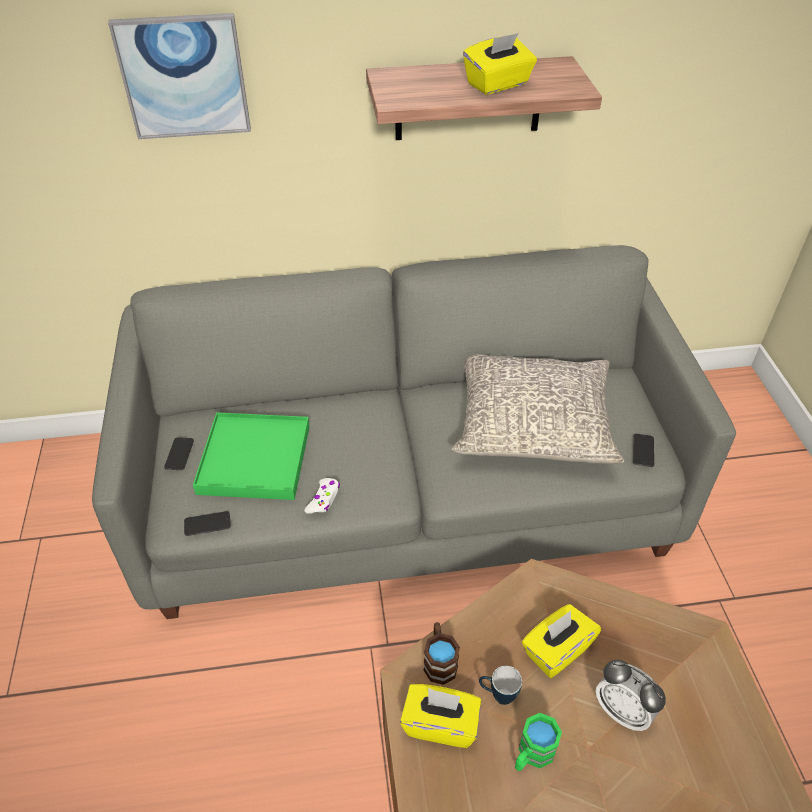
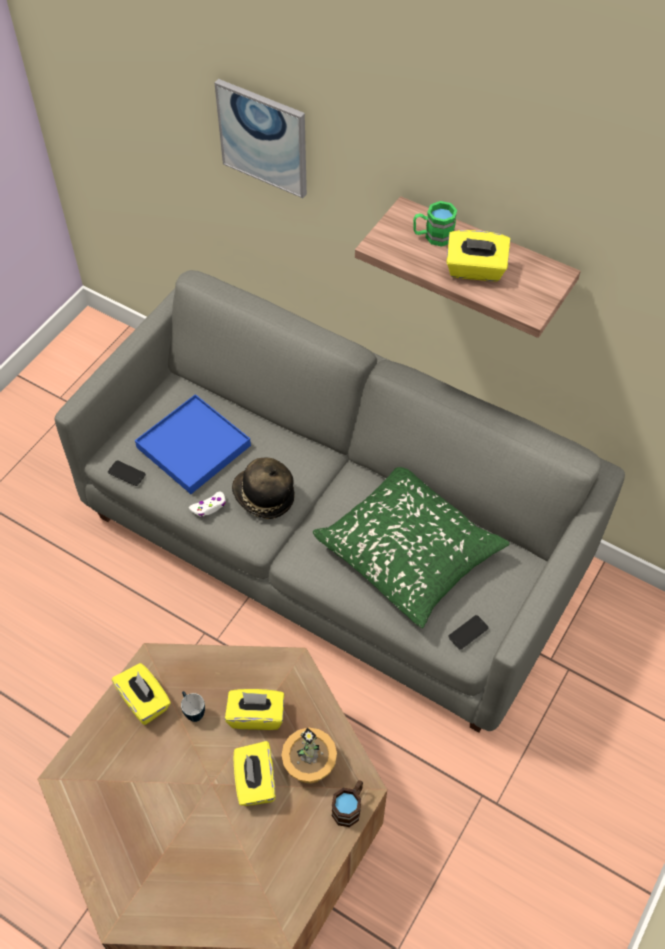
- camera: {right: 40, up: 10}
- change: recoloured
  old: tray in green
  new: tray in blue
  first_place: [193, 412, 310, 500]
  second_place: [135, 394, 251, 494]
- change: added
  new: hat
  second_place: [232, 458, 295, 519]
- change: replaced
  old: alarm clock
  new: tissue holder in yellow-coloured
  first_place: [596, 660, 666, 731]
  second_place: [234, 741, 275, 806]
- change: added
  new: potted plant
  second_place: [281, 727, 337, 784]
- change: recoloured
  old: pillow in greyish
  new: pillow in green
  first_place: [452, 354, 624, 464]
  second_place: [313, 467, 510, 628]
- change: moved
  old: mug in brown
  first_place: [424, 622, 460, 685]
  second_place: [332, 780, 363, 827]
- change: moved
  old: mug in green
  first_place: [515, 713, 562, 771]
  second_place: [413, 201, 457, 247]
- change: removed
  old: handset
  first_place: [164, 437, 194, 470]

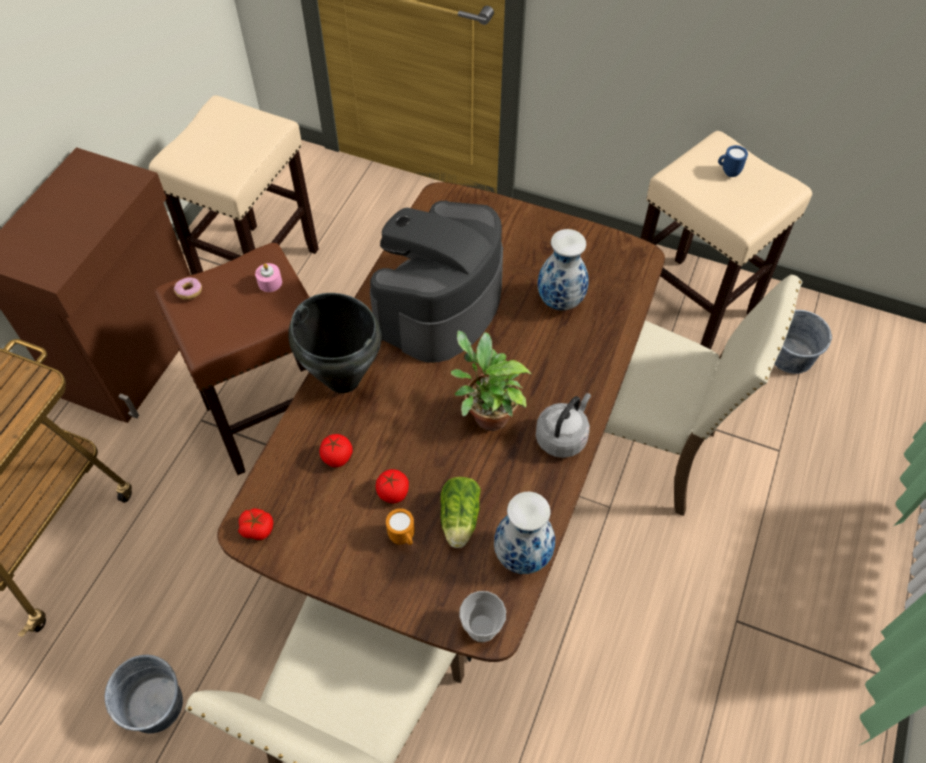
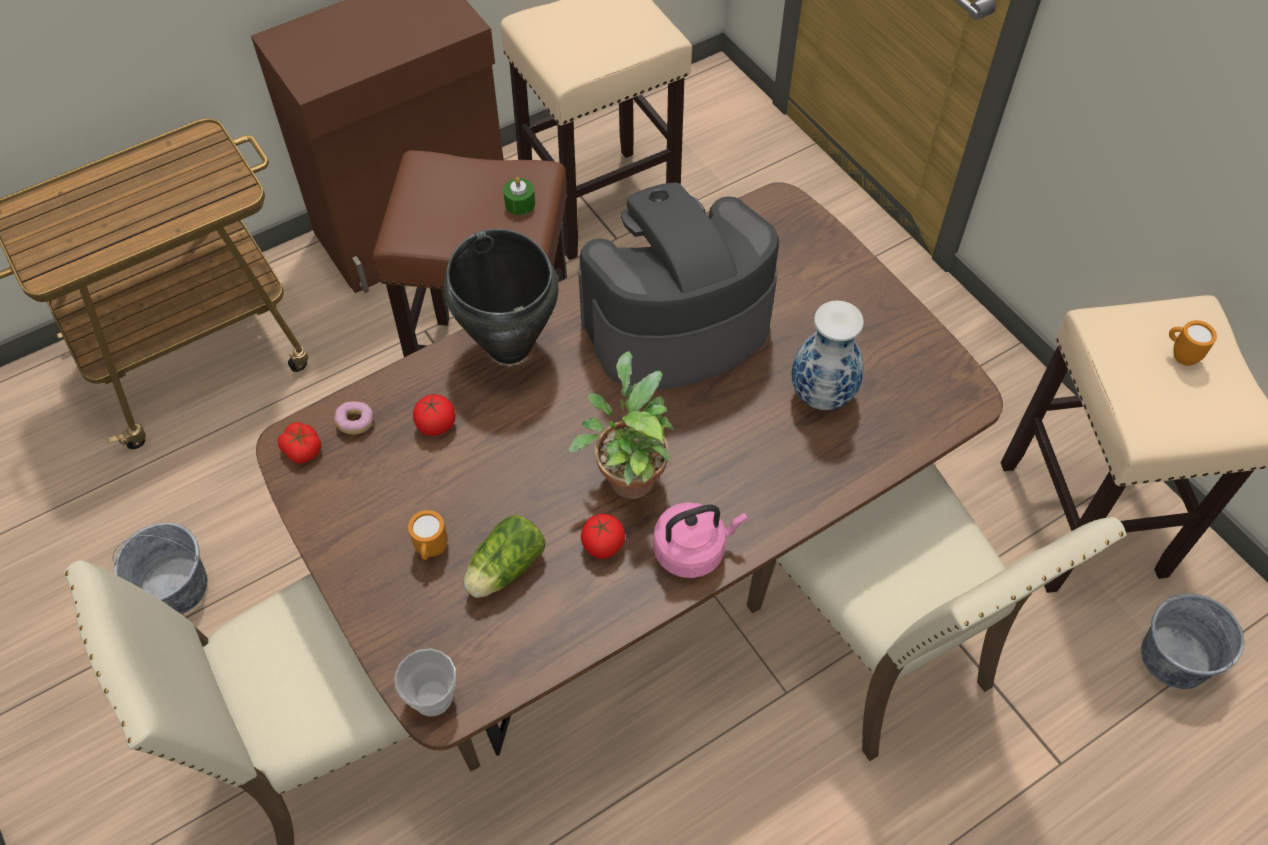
- camera: {right: 35, up: 0}
- change: moved
  old: ring doughnut
  first_place: [174, 277, 202, 299]
  second_place: [334, 401, 373, 435]
- change: recoloured
  old: candle in pinkish
  new: candle in green
  first_place: [255, 263, 282, 292]
  second_place: [503, 177, 535, 215]
- change: moved
  old: fresh tomato
  first_place: [376, 469, 409, 503]
  second_place: [581, 514, 625, 559]
- change: recoloured
  old: kettle in greyish
  new: kettle in pinkish
  first_place: [536, 393, 591, 458]
  second_place: [653, 502, 748, 578]
- change: recoloured
  old: mug in blue
  new: mug in orangey
  first_place: [718, 145, 748, 177]
  second_place: [1169, 320, 1217, 366]
- change: removed
  old: vase
  first_place: [494, 492, 555, 574]

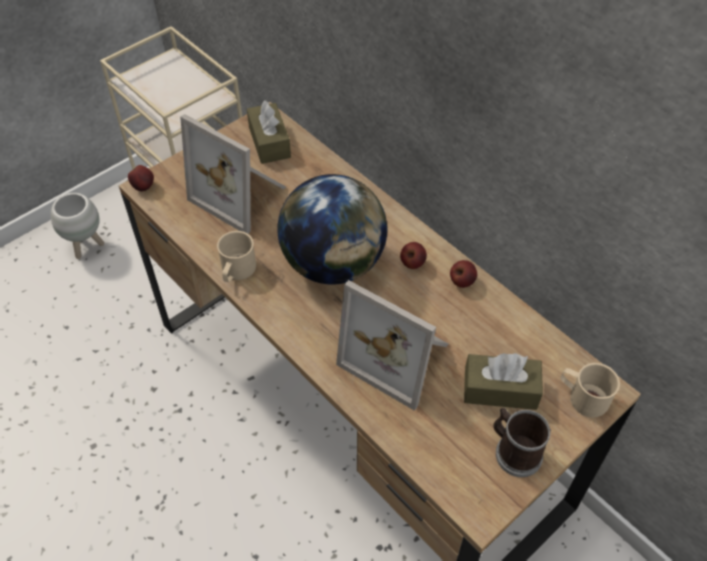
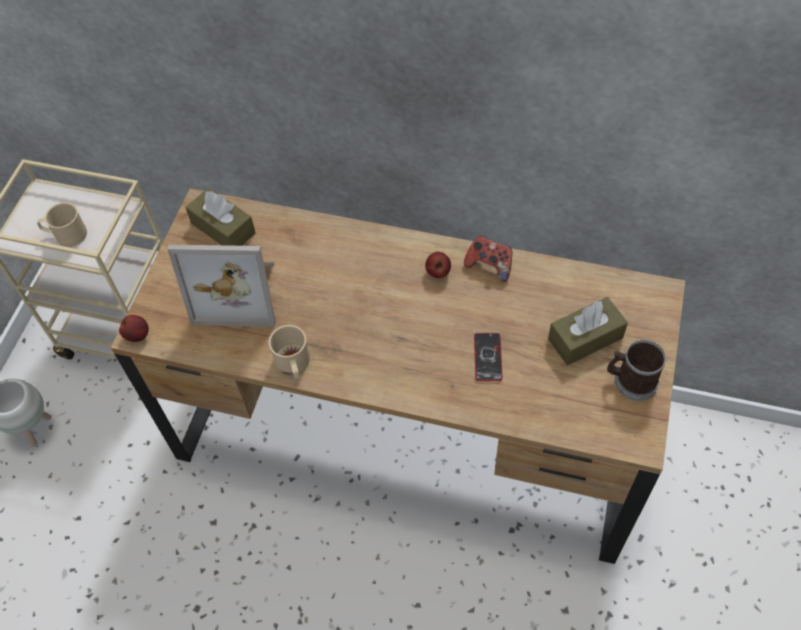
- camera: {right: -30, up: 5}
- change: moved
  old: mug in beige
  first_place: [561, 363, 620, 417]
  second_place: [37, 202, 87, 247]
- change: replaced
  old: apple
  new: game controller
  first_place: [450, 260, 477, 288]
  second_place: [464, 236, 512, 282]
- change: replaced
  old: picture frame
  new: handset
  first_place: [336, 280, 448, 411]
  second_place: [474, 333, 503, 381]
- change: removed
  old: world globe
  first_place: [277, 174, 387, 285]

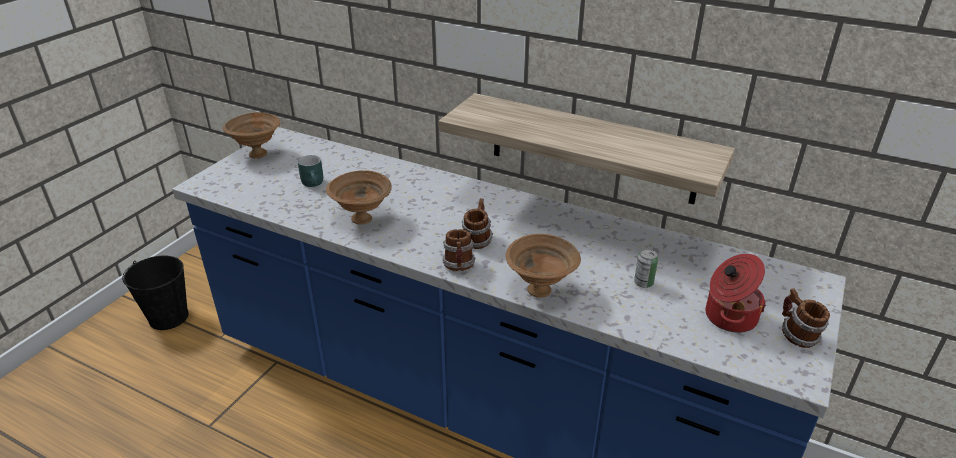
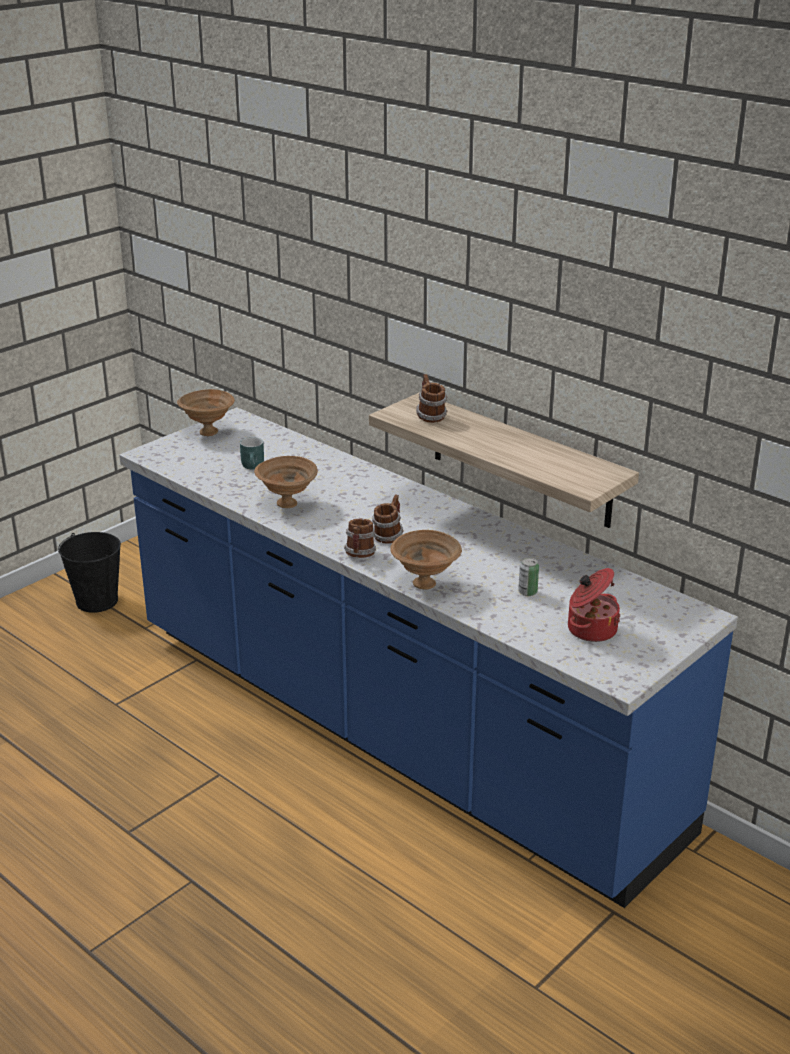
- camera: {right: 15, up: -5}
- change: moved
  old: mug
  first_place: [782, 288, 830, 348]
  second_place: [416, 374, 447, 423]

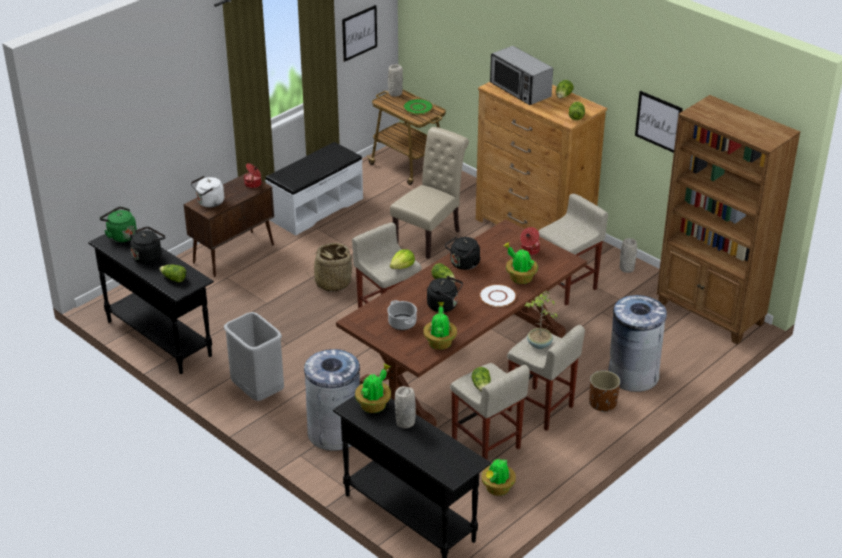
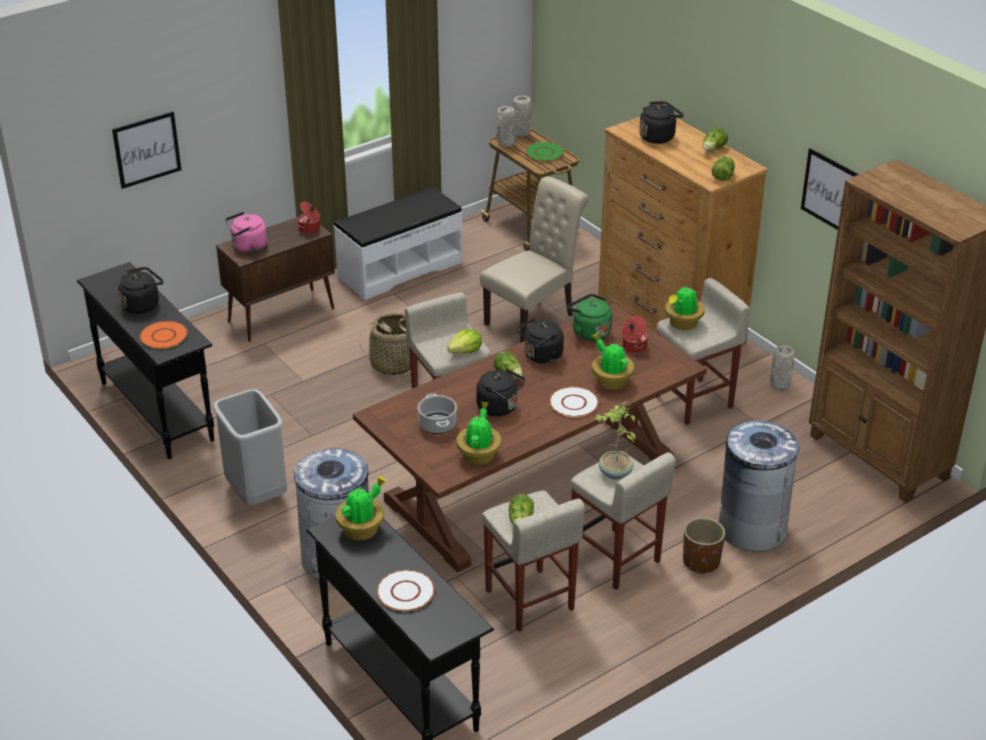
- camera: {right: 10, up: 0}
- change: moved
  old: wall picture
  first_place: [342, 5, 377, 62]
  second_place: [112, 111, 181, 189]
- change: replaced
  old: head of lettuce
  new: flat dish in orangey
  first_place: [159, 265, 186, 282]
  second_place: [139, 321, 188, 349]
- change: recoloured
  old: kettle in whitish
  new: kettle in pinkish
  first_place: [191, 176, 224, 208]
  second_place: [225, 212, 267, 253]
- change: added
  new: flat dish in whitish
  second_place: [376, 570, 435, 611]
- change: moved
  old: vase in greyish
  first_place: [395, 386, 416, 428]
  second_place: [497, 106, 516, 147]
- change: moved
  old: kettle in green
  first_place: [100, 206, 137, 243]
  second_place: [566, 294, 612, 341]
- change: replaced
  old: kitchen microwave
  new: kettle in blackish
  first_place: [490, 46, 553, 105]
  second_place: [639, 101, 684, 144]
- change: moved
  old: potted plant
  first_place: [481, 459, 516, 496]
  second_place: [665, 287, 705, 330]

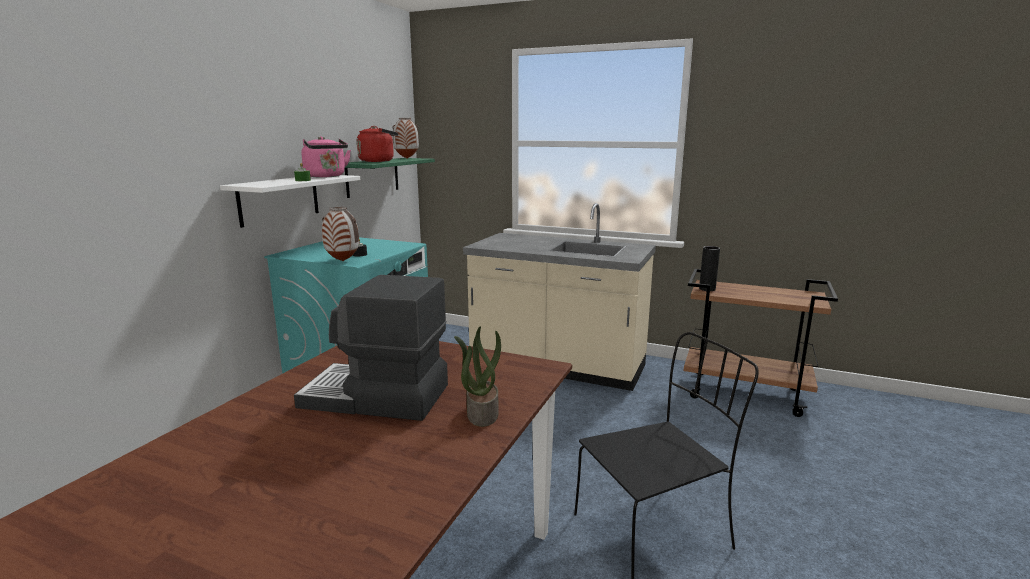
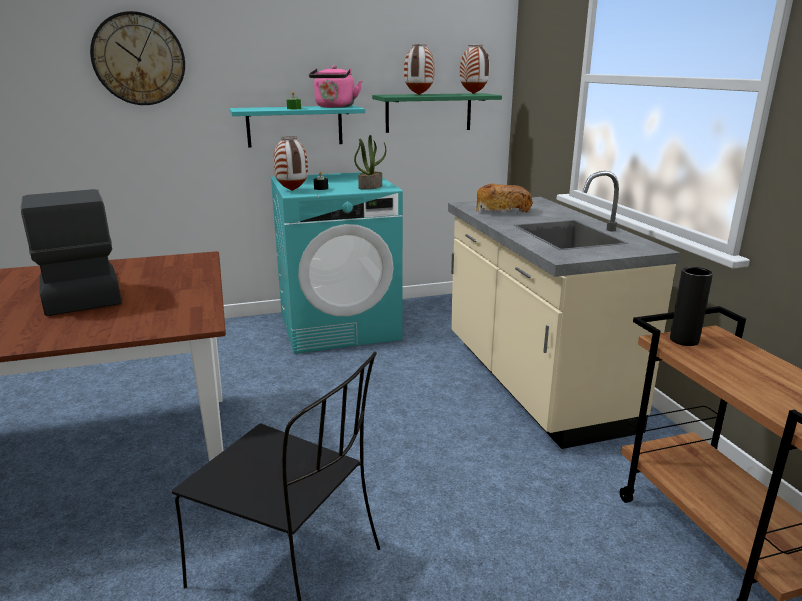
- camera: {right: 50, up: 5}
- change: added
  new: hanging clock
  second_place: [90, 11, 185, 105]
- change: recoloured
  old: bracket shelf in whitish
  new: bracket shelf in turquoise
  first_place: [220, 175, 361, 228]
  second_place: [230, 106, 366, 148]
- change: moved
  old: potted plant
  first_place: [454, 326, 501, 427]
  second_place: [354, 135, 386, 190]
- change: replaced
  old: kettle in red
  new: vase
  first_place: [357, 126, 398, 162]
  second_place: [404, 44, 435, 95]
- change: added
  new: bakery bread
  second_place: [476, 184, 533, 215]

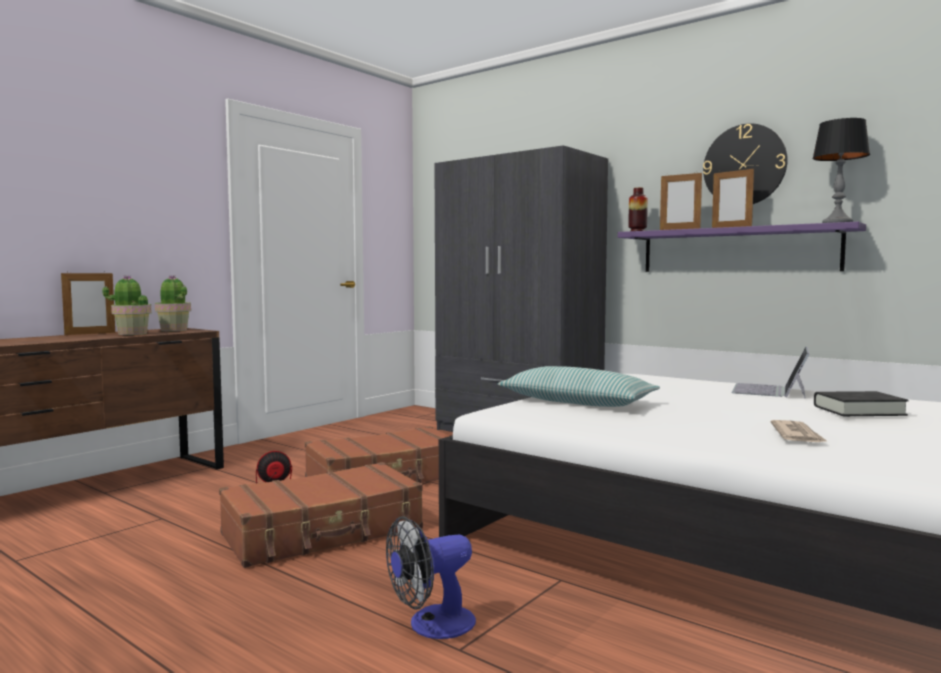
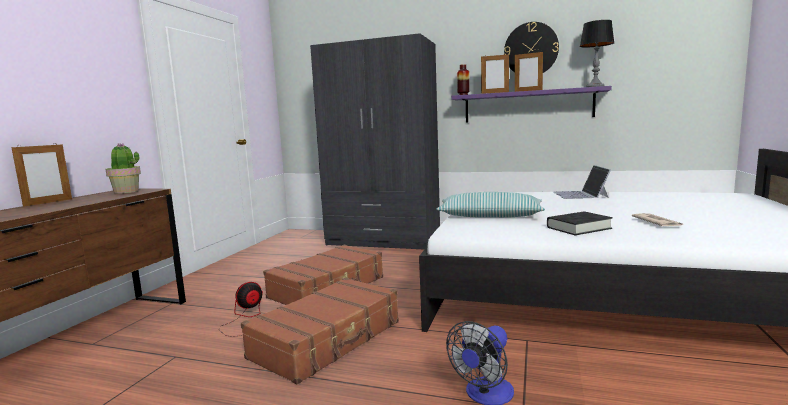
- camera: {right: -20, up: 5}
- change: moved
  old: bound book in blackish
  first_place: [814, 391, 909, 416]
  second_place: [547, 211, 613, 235]
- change: removed
  old: potted plant
  first_place: [102, 275, 152, 335]

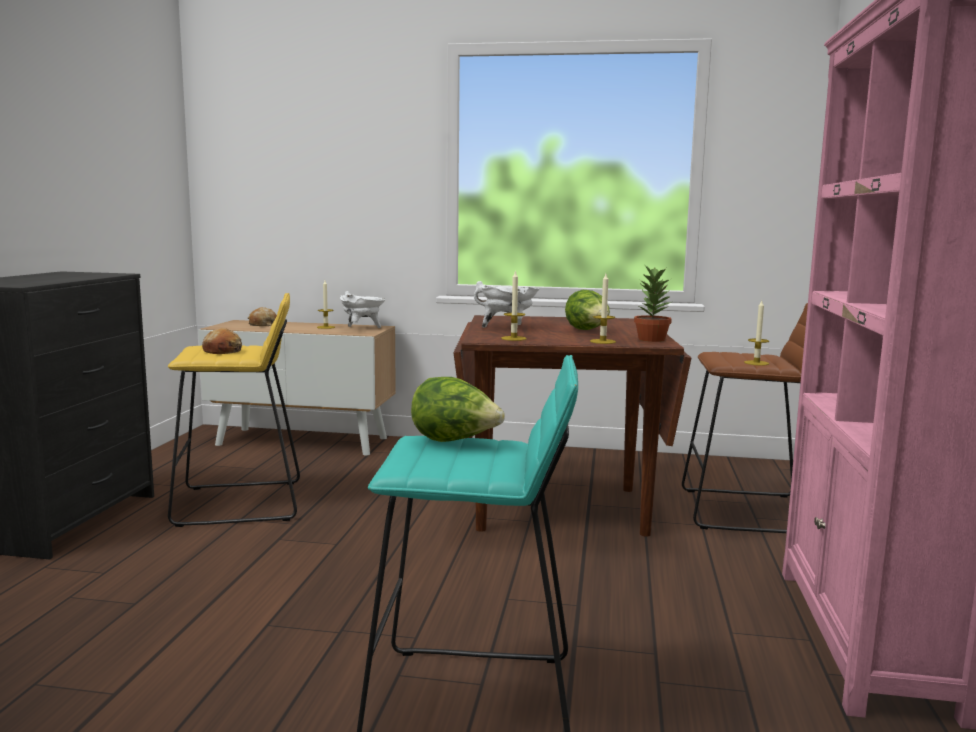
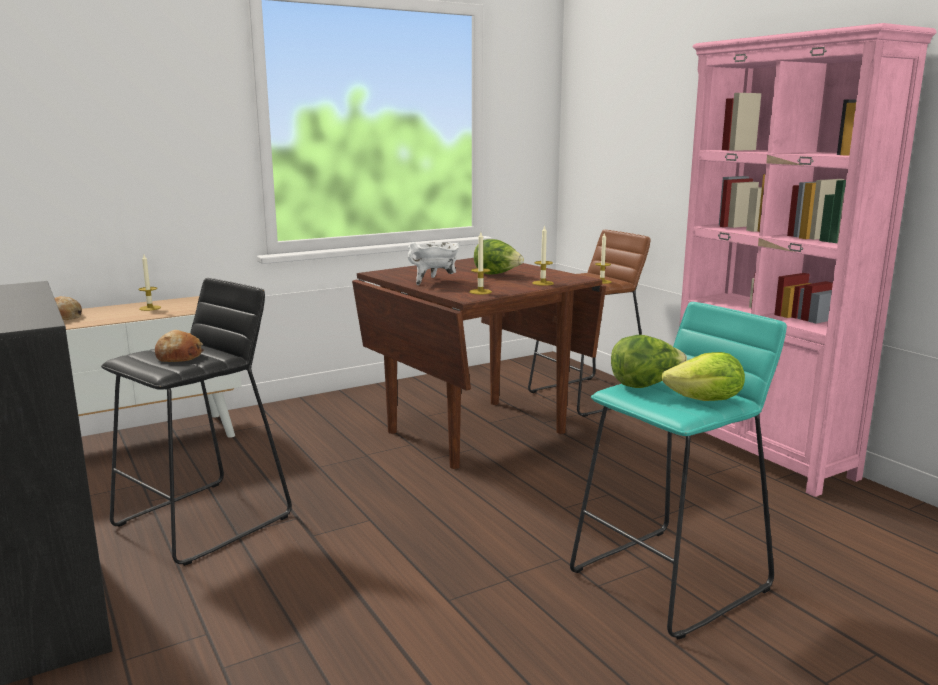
- camera: {right: -40, up: 5}
- change: recoloured
  old: stool seat in yellow-coloured
  new: stool seat in blackish
  first_place: [168, 293, 300, 527]
  second_place: [101, 278, 292, 566]
- change: added
  new: head of lettuce
  second_place: [661, 352, 745, 401]
- change: removed
  old: saucepot in whitish
  first_place: [340, 291, 385, 328]
- change: removed
  old: potted plant
  first_place: [634, 266, 672, 342]

